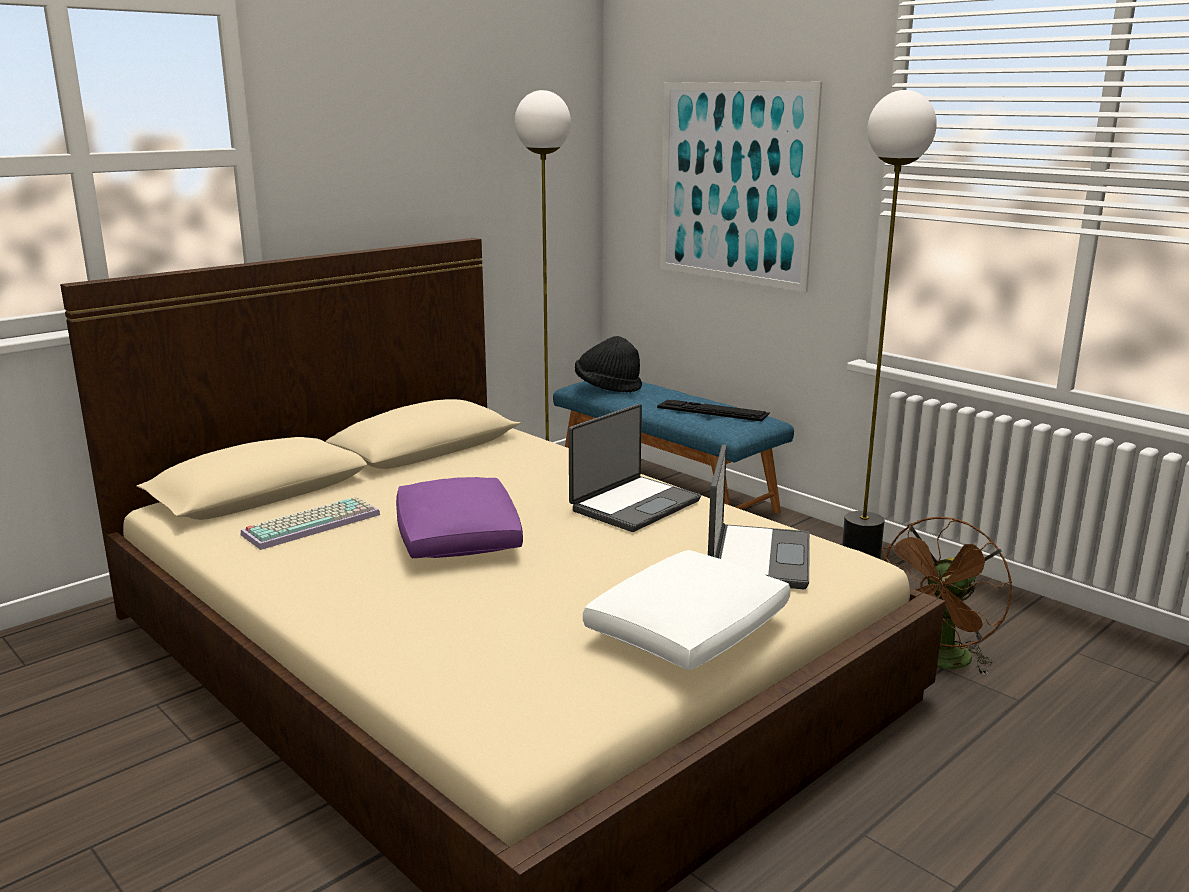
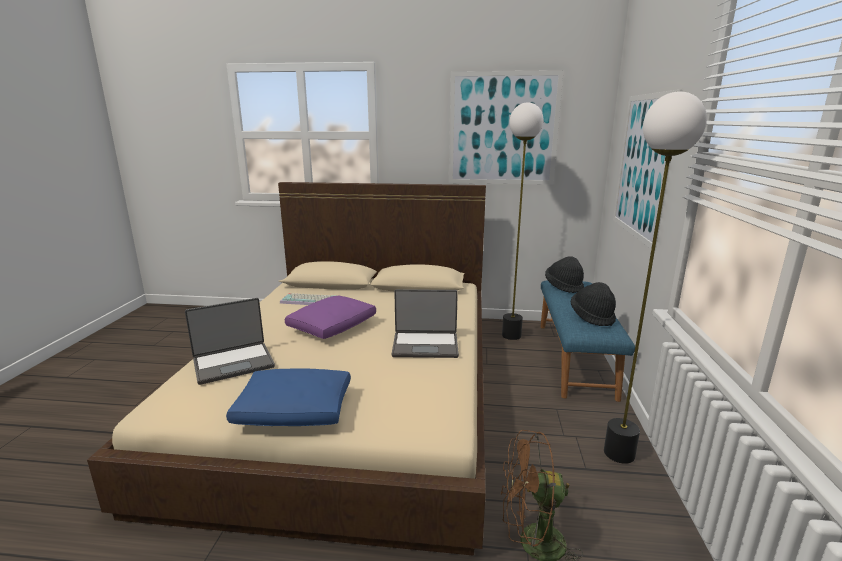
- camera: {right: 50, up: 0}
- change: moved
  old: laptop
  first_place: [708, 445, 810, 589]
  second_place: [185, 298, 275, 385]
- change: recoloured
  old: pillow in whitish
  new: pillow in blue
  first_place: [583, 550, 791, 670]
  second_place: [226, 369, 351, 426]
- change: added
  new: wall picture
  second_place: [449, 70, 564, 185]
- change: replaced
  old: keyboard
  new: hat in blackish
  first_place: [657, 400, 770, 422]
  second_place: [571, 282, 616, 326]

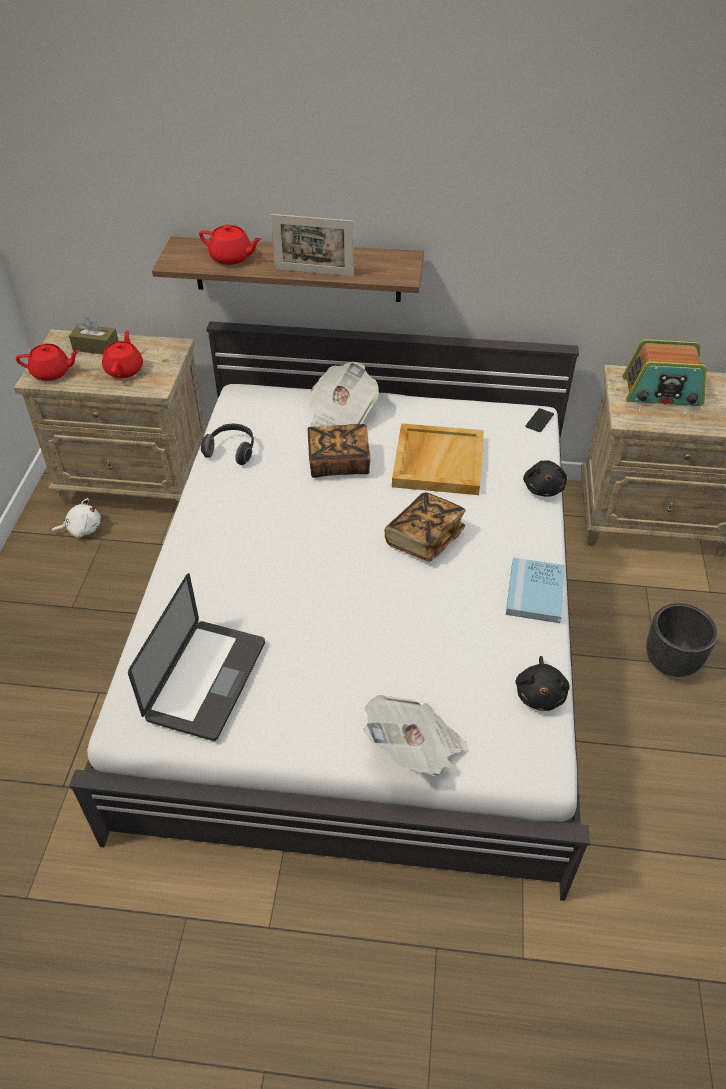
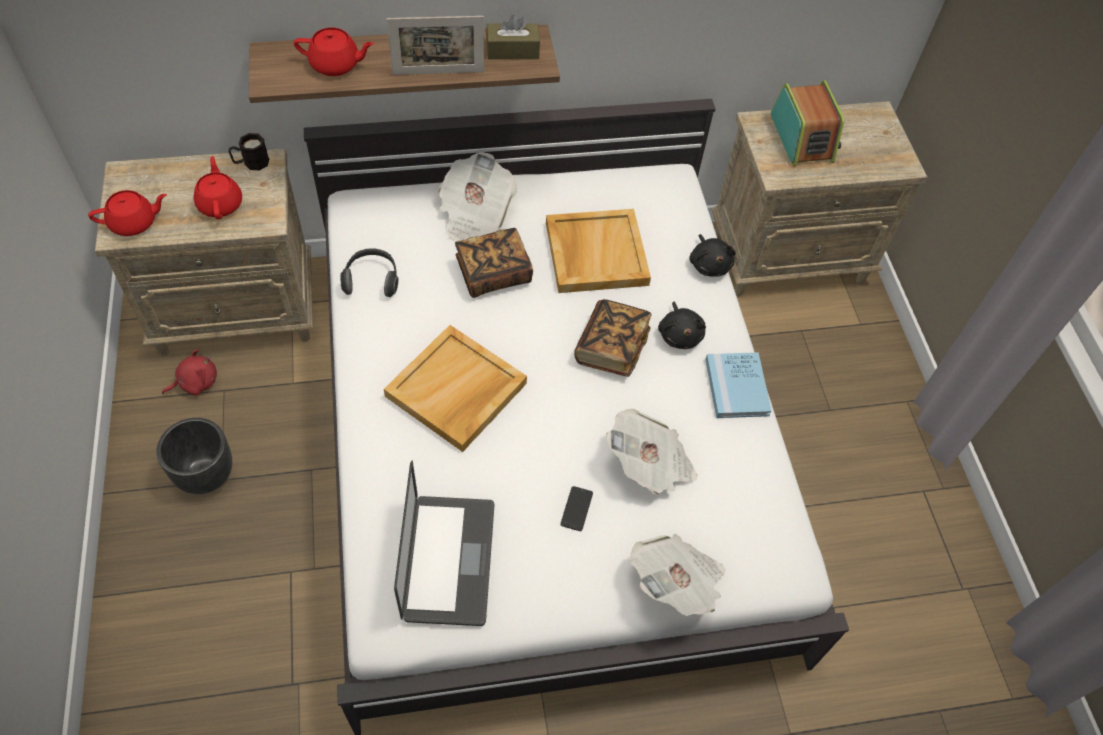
- camera: {right: -20, up: 10}
- change: moved
  old: flower pot in blackish
  first_place: [646, 603, 718, 677]
  second_place: [156, 418, 232, 494]
- change: recoloured
  old: cuddly toy in whitish
  new: cuddly toy in red
  first_place: [52, 498, 101, 538]
  second_place: [162, 349, 217, 396]
- change: added
  new: mug in blackish
  second_place: [229, 133, 269, 171]
- change: added
  new: tray in beige
  second_place: [384, 325, 527, 452]
- change: moved
  old: tissue holder in brown
  first_place: [69, 318, 118, 354]
  second_place: [486, 15, 540, 60]
- change: moved
  old: handset
  first_place: [525, 408, 554, 432]
  second_place: [560, 486, 593, 531]
- change: added
  new: daily paper
  second_place: [606, 409, 698, 494]
- change: moved
  old: cuddly toy in blackish
  first_place: [515, 656, 570, 711]
  second_place: [658, 302, 706, 349]
- change: turned
  old: radio set
  first_place: [622, 339, 706, 406]
  second_place: [771, 80, 844, 167]
  degrees: -90

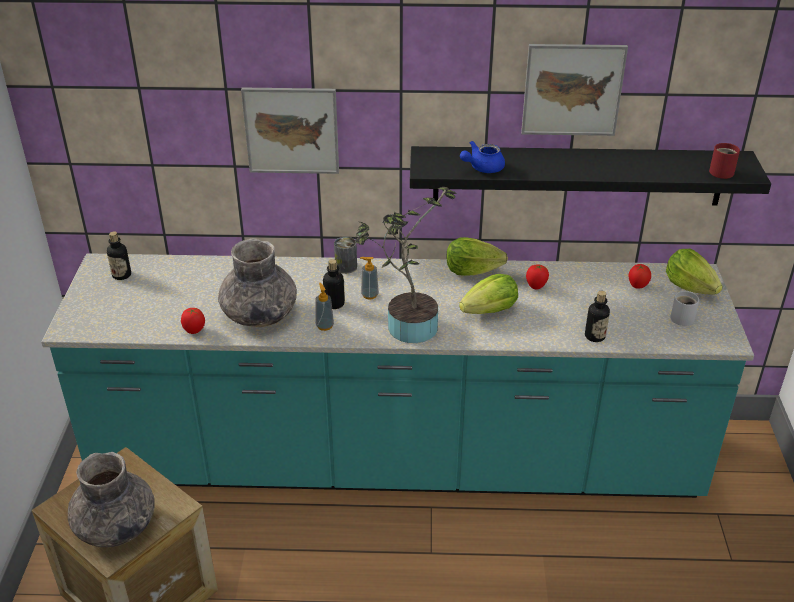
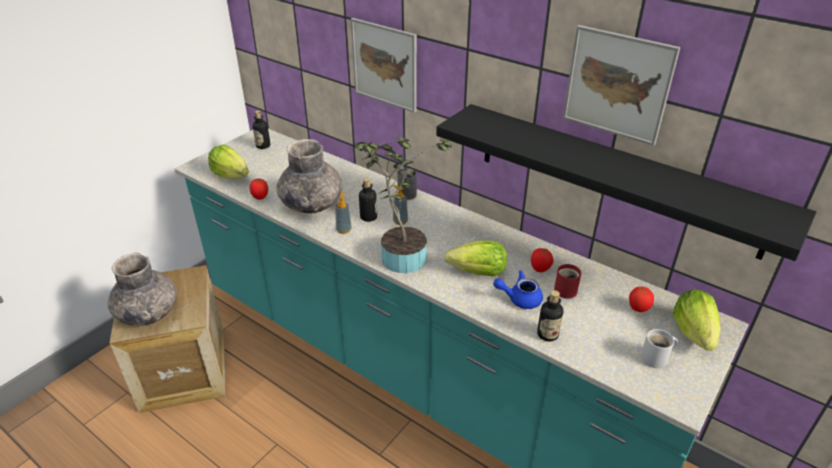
- camera: {right: 35, up: 0}
- change: moved
  old: head of lettuce
  first_place: [446, 237, 508, 276]
  second_place: [208, 145, 249, 179]
- change: moved
  old: tea pot in blue
  first_place: [460, 141, 505, 173]
  second_place: [493, 270, 543, 309]
- change: moved
  old: mug in red
  first_place: [709, 143, 740, 179]
  second_place: [554, 264, 581, 299]

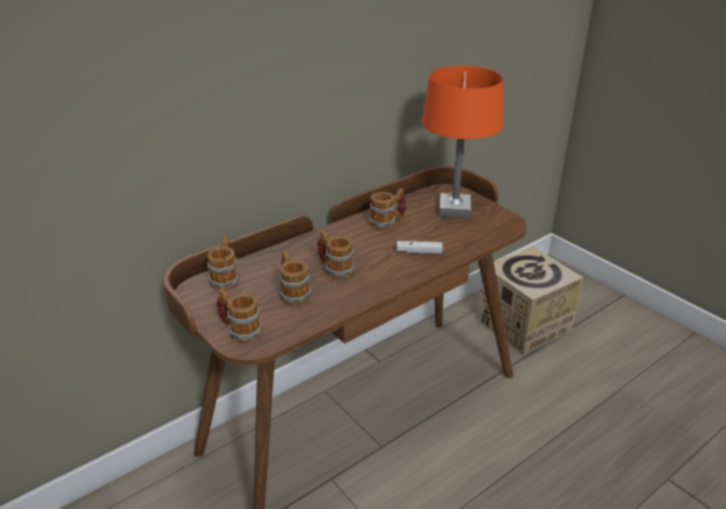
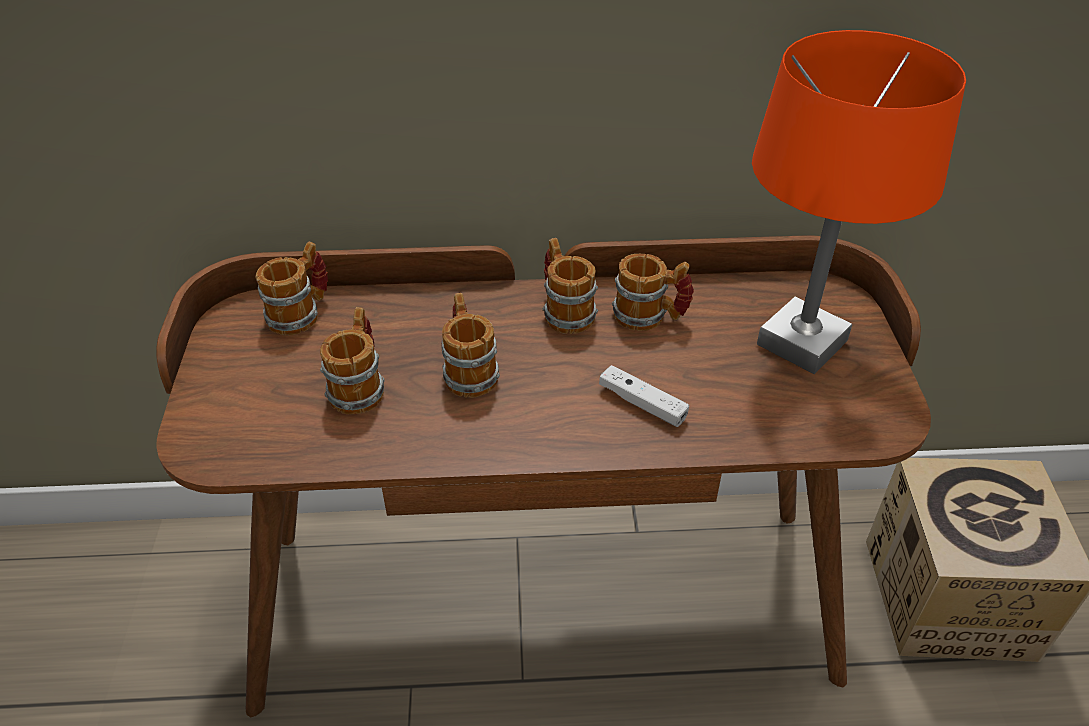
- camera: {right: 35, up: 10}
- change: moved
  old: mug
  first_place: [217, 288, 262, 343]
  second_place: [543, 238, 598, 334]

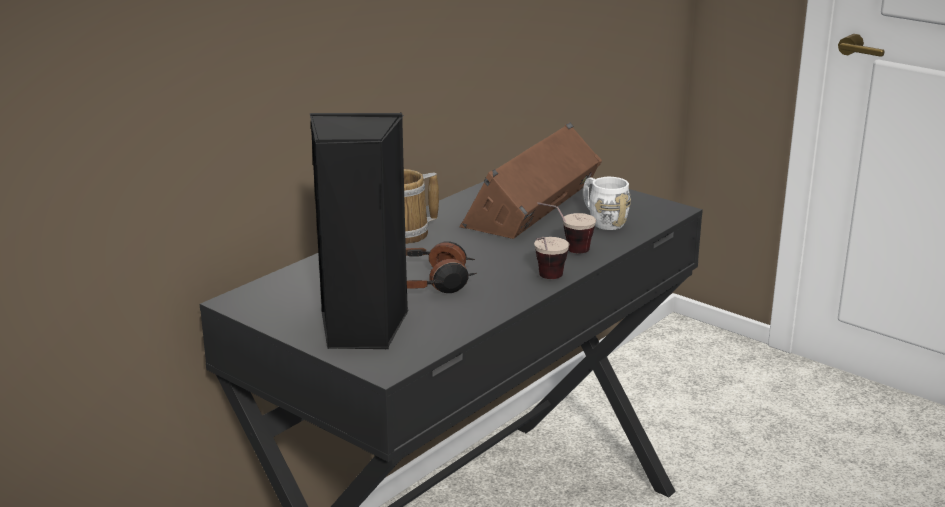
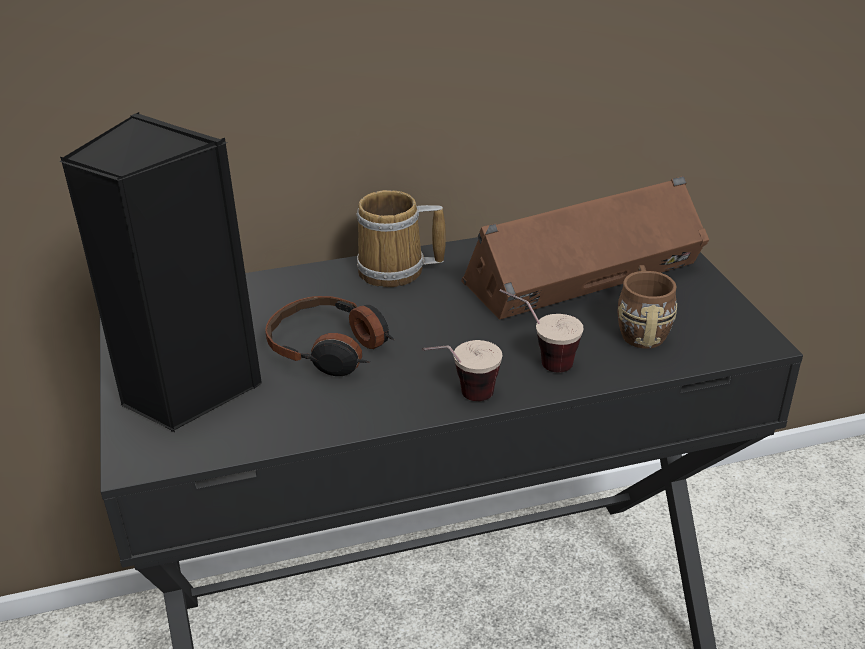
- camera: {right: 35, up: 10}
- change: recoloured
  old: mug in whitish
  new: mug in brown
  first_place: [583, 177, 631, 230]
  second_place: [617, 265, 677, 349]

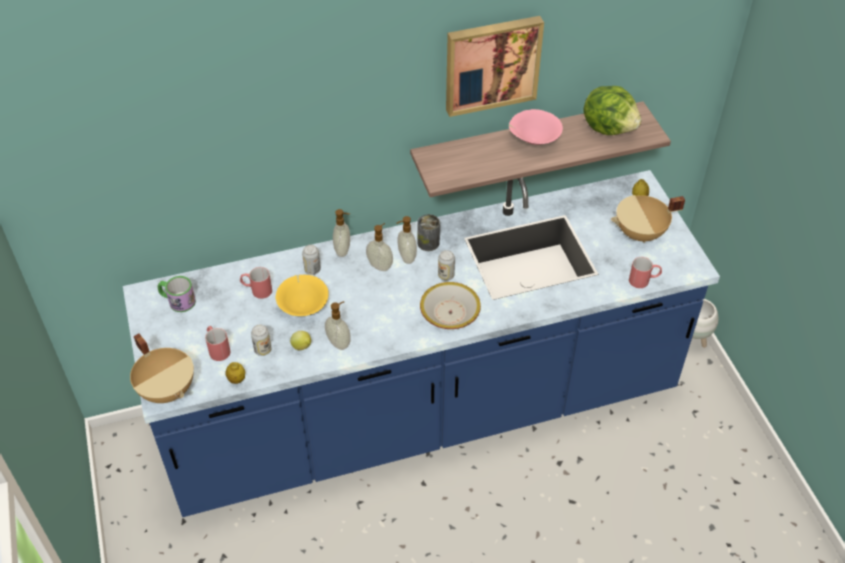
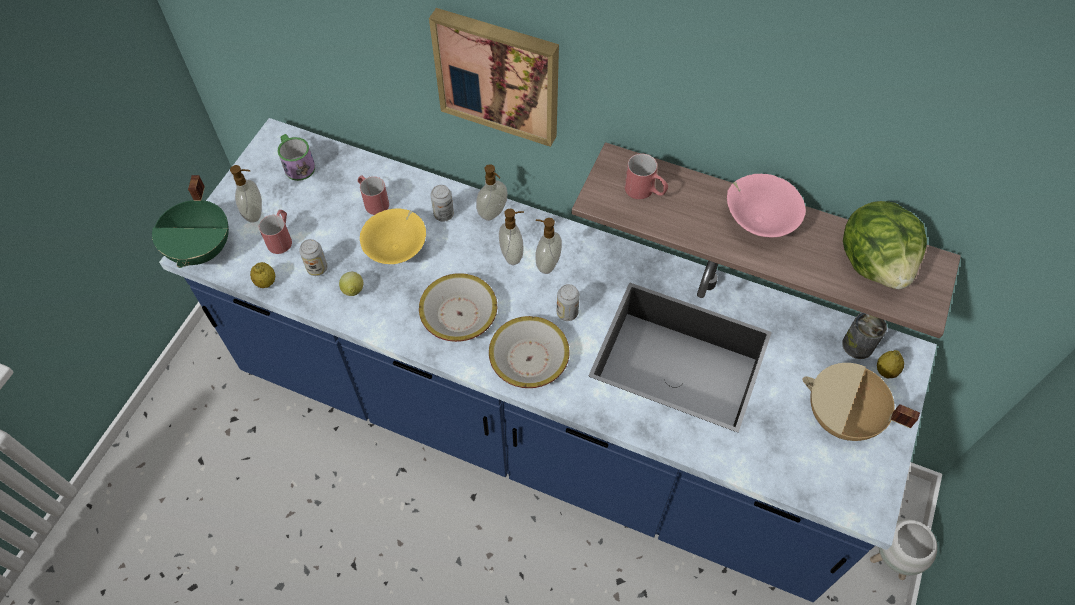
- camera: {right: 40, up: 10}
- change: recoloured
  old: saucepot in beige
  new: saucepot in green
  first_place: [130, 333, 194, 403]
  second_place: [152, 175, 229, 268]
- change: moved
  old: soap dispenser
  first_place: [325, 301, 351, 350]
  second_place: [230, 165, 262, 223]
- change: added
  new: serving bowl
  second_place: [419, 273, 497, 342]
- change: moved
  old: wall picture
  first_place: [446, 16, 544, 117]
  second_place: [429, 8, 559, 147]
- change: moved
  old: mug in red
  first_place: [629, 257, 662, 288]
  second_place: [625, 153, 668, 199]
- change: moved
  old: sealed can
  first_place: [417, 214, 440, 251]
  second_place: [842, 312, 887, 359]

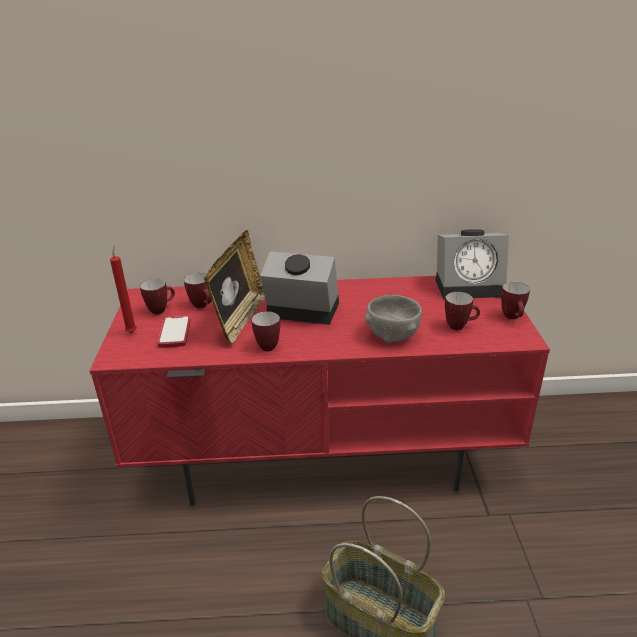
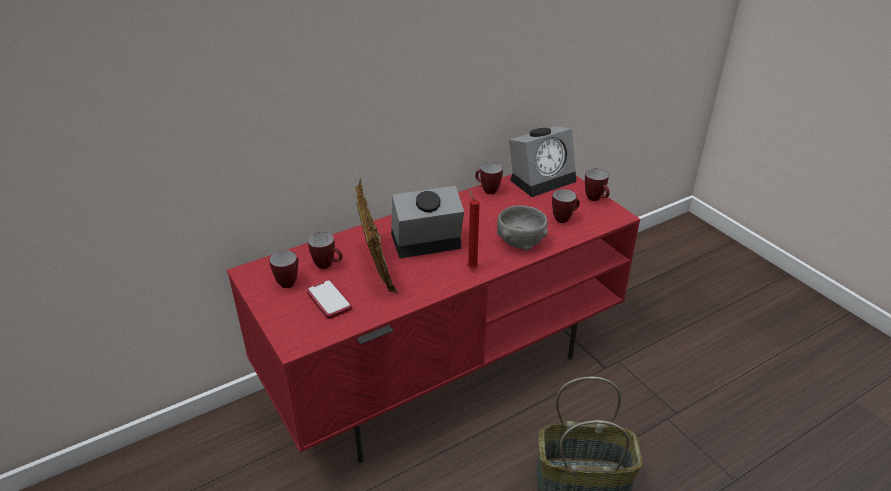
- camera: {right: -30, up: 5}
- change: moved
  old: candle in red
  first_place: [110, 245, 137, 333]
  second_place: [467, 189, 480, 269]
- change: moved
  old: mug
  first_place: [252, 311, 280, 352]
  second_place: [475, 162, 503, 194]

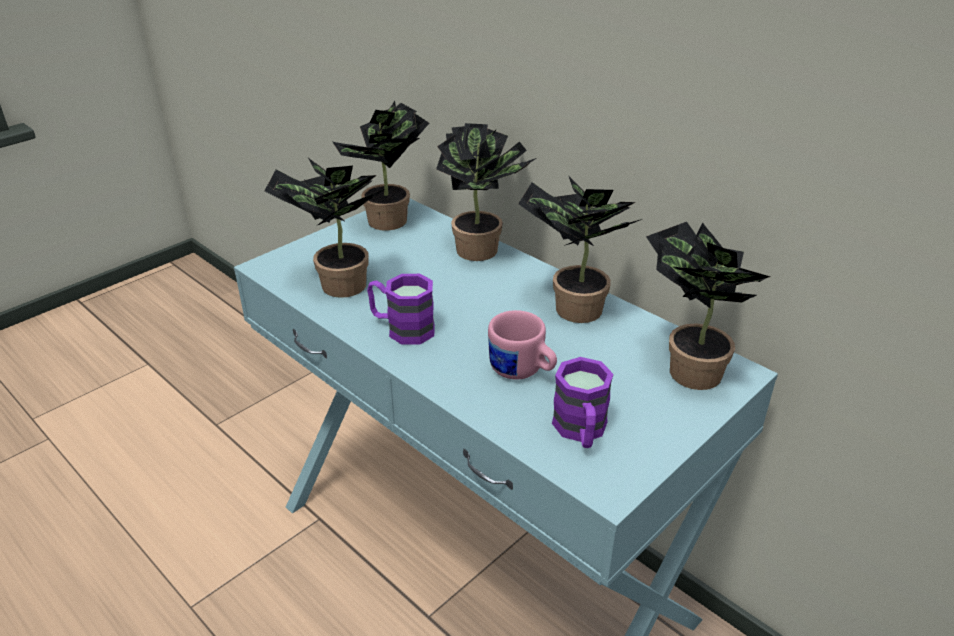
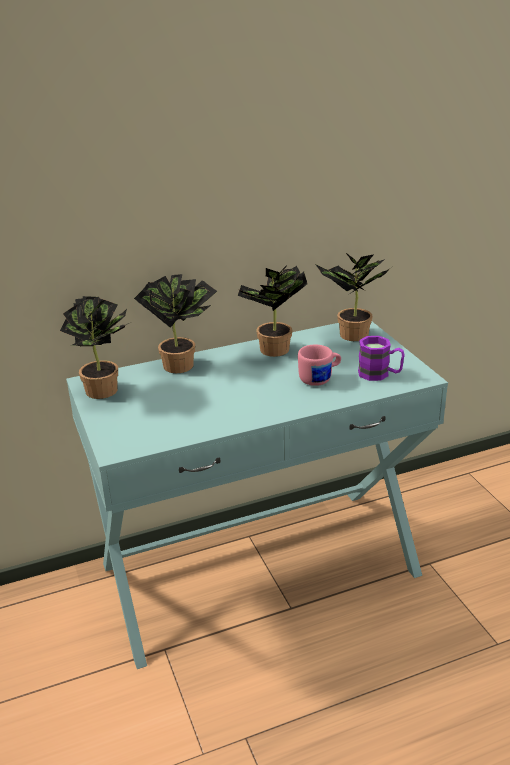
- camera: {right: -65, up: -5}
- change: removed
  old: potted plant
  first_place: [265, 158, 384, 298]
- change: removed
  old: mug in purple
  first_place: [367, 274, 435, 345]

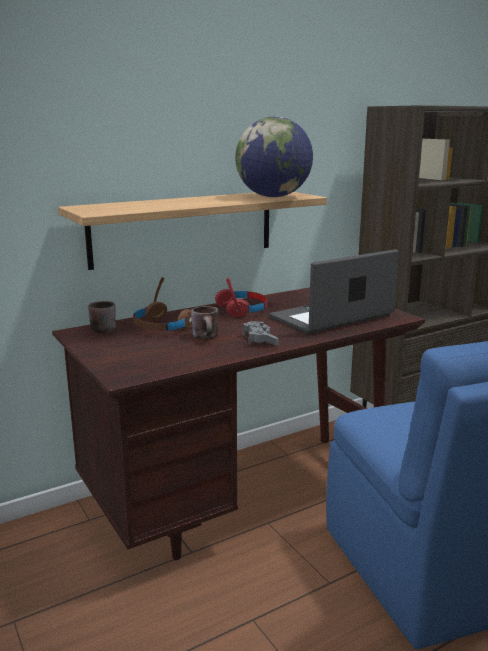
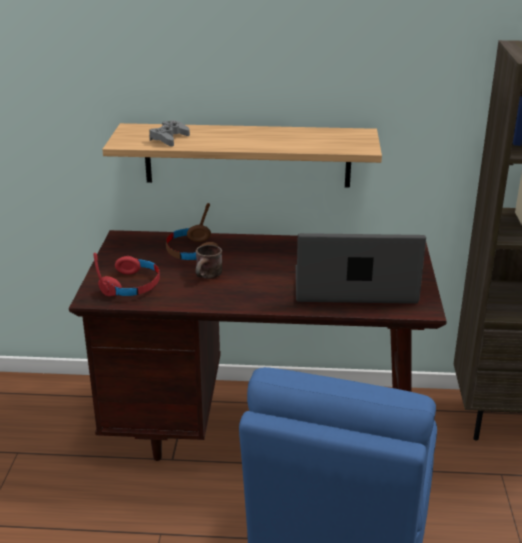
- camera: {right: 35, up: 10}
- change: moved
  old: headset in red
  first_place: [215, 278, 267, 317]
  second_place: [93, 253, 160, 296]
- change: moved
  old: game controller in greyish
  first_place: [243, 321, 278, 346]
  second_place: [149, 120, 190, 146]
- change: removed
  old: mug in brown
  first_place: [88, 301, 116, 333]
- change: removed
  old: world globe
  first_place: [235, 116, 313, 197]

